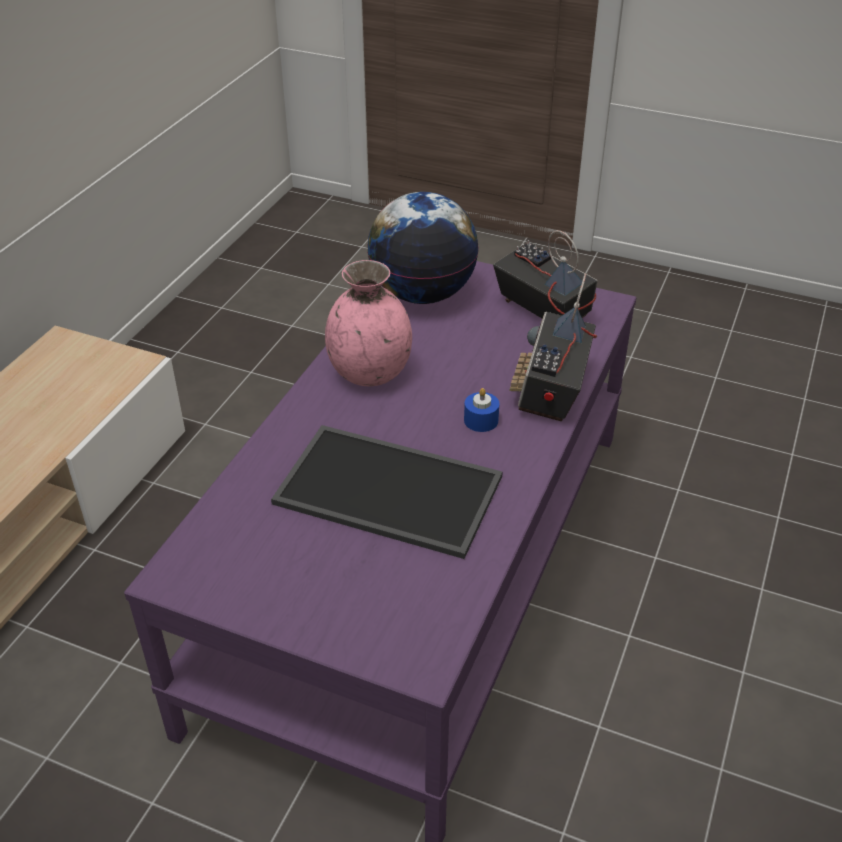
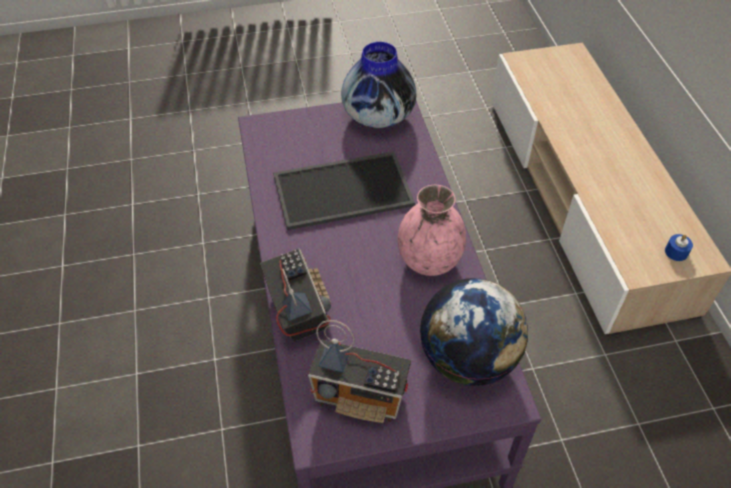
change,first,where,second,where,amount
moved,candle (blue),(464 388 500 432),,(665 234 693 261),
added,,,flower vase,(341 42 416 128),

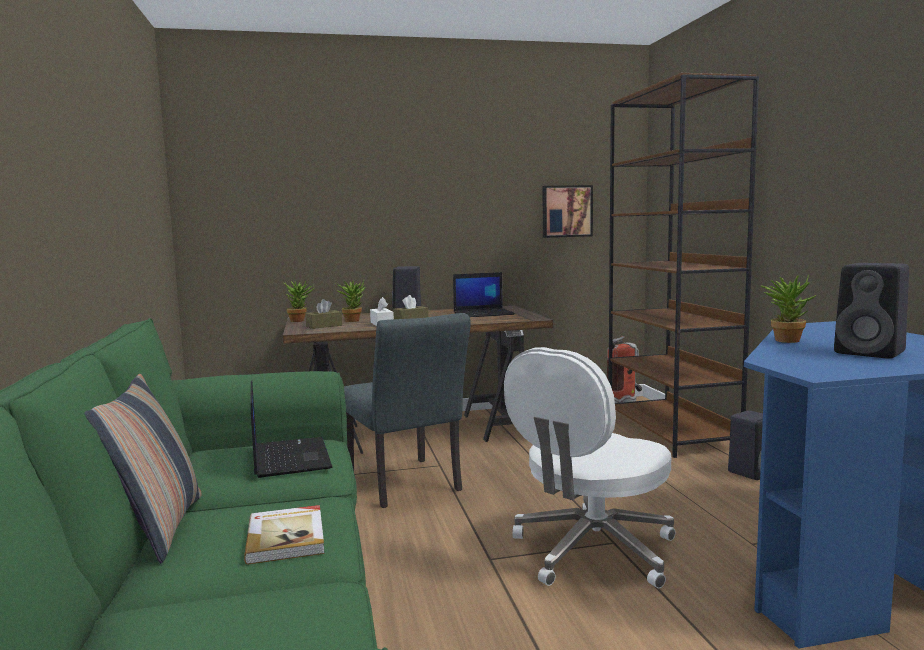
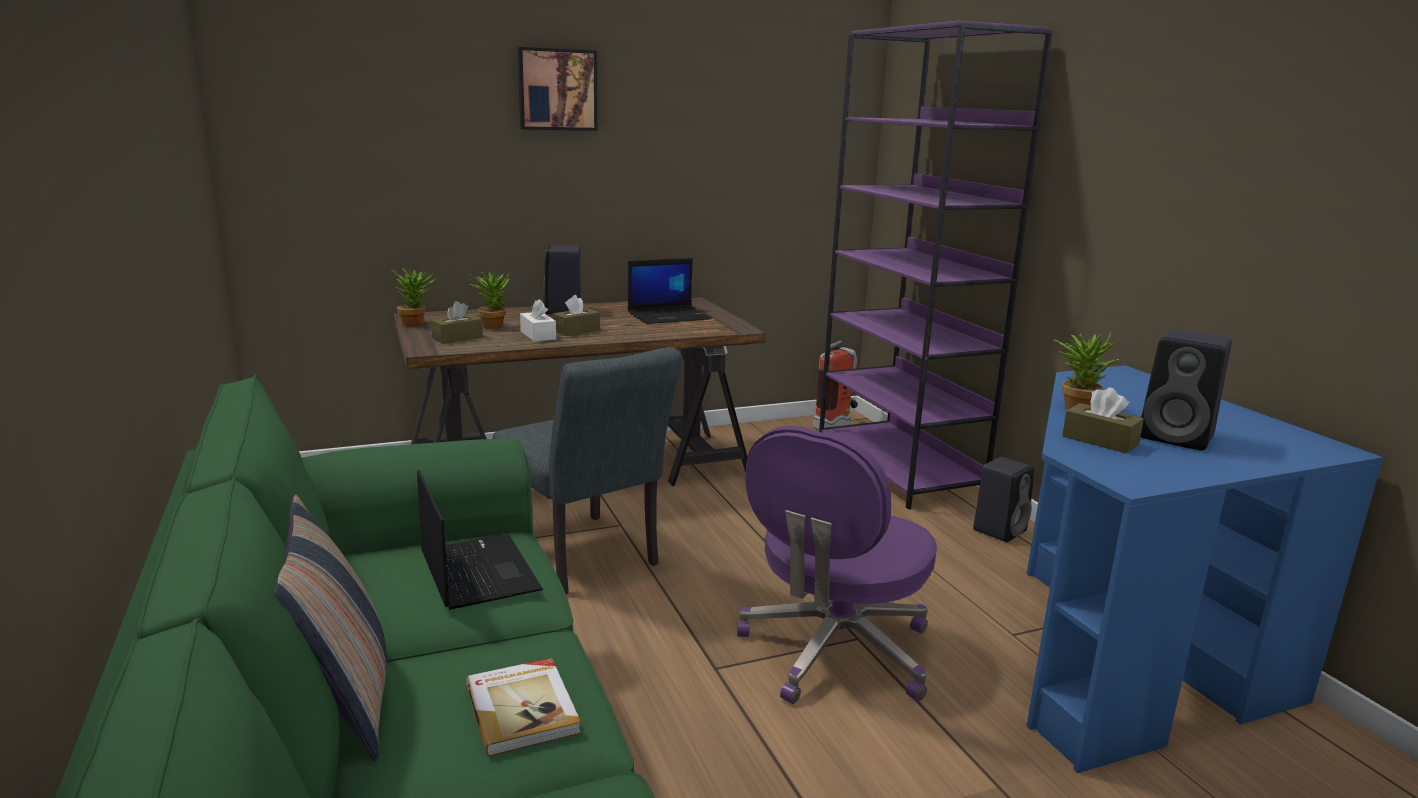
change,first,where,second,where,amount
recoloured,shelving unit (brown-coloured),(609 73 759 458),shelving unit (purple-coloured),(819 21 1053 509),
moved,picture,(542 185 593 238),,(518 47 598 131),
recoloured,computer chair (white),(504 347 675 588),computer chair (purple-coloured),(737 426 937 704),
added,,,box of tissues (brown-coloured),(1062 388 1144 453),

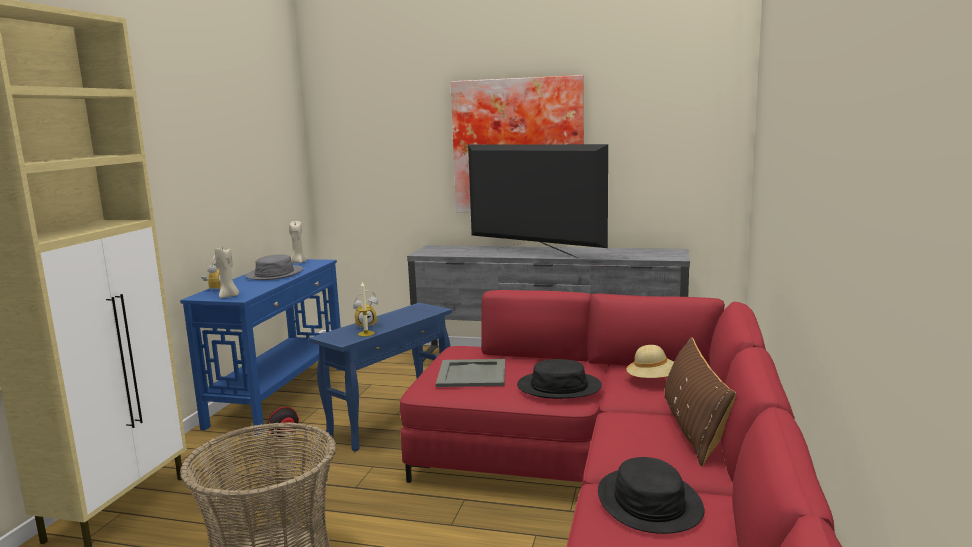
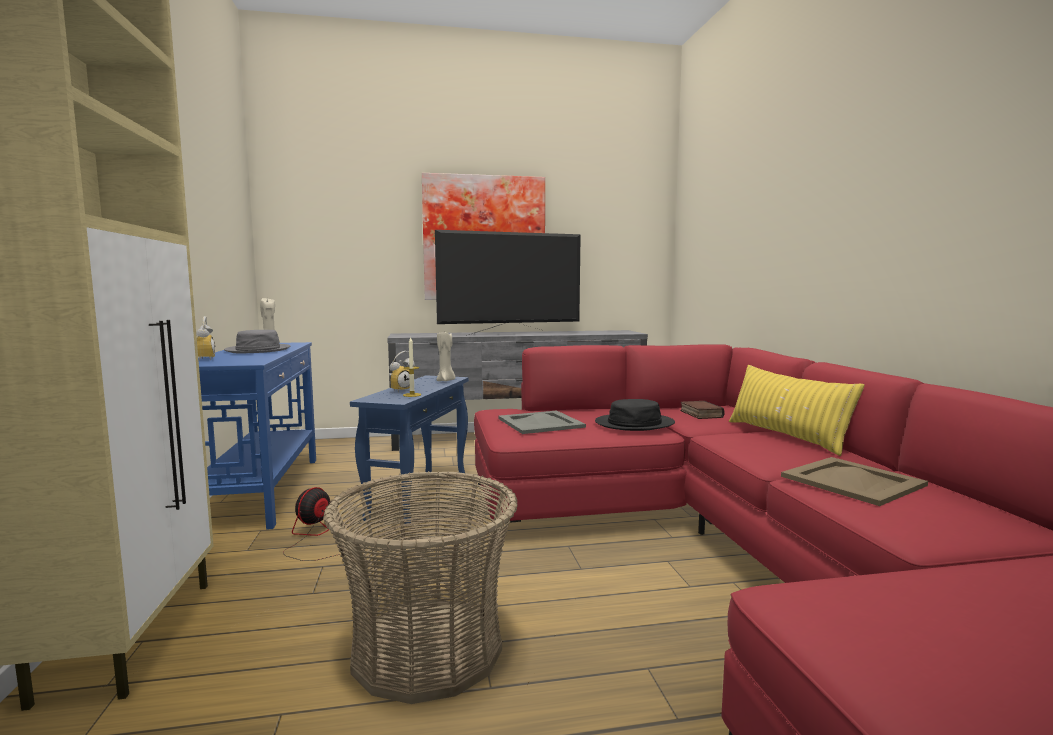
change,first,where,second,where,amount
turned,TV,(468 144 608 258),,(435 230 581 336),150 degrees clockwise
moved,candle (beige),(215 246 239 298),,(436 331 455 381),
recoloured,throw pillow (brown-coloured),(665 337 736 467),throw pillow (yellowish),(729 365 865 456),
replaced,hat (beige),(626 345 674 378),bound book,(680 401 725 419),
replaced,hat (blackish),(598 457 704 534),tray (beige),(781 457 928 506),

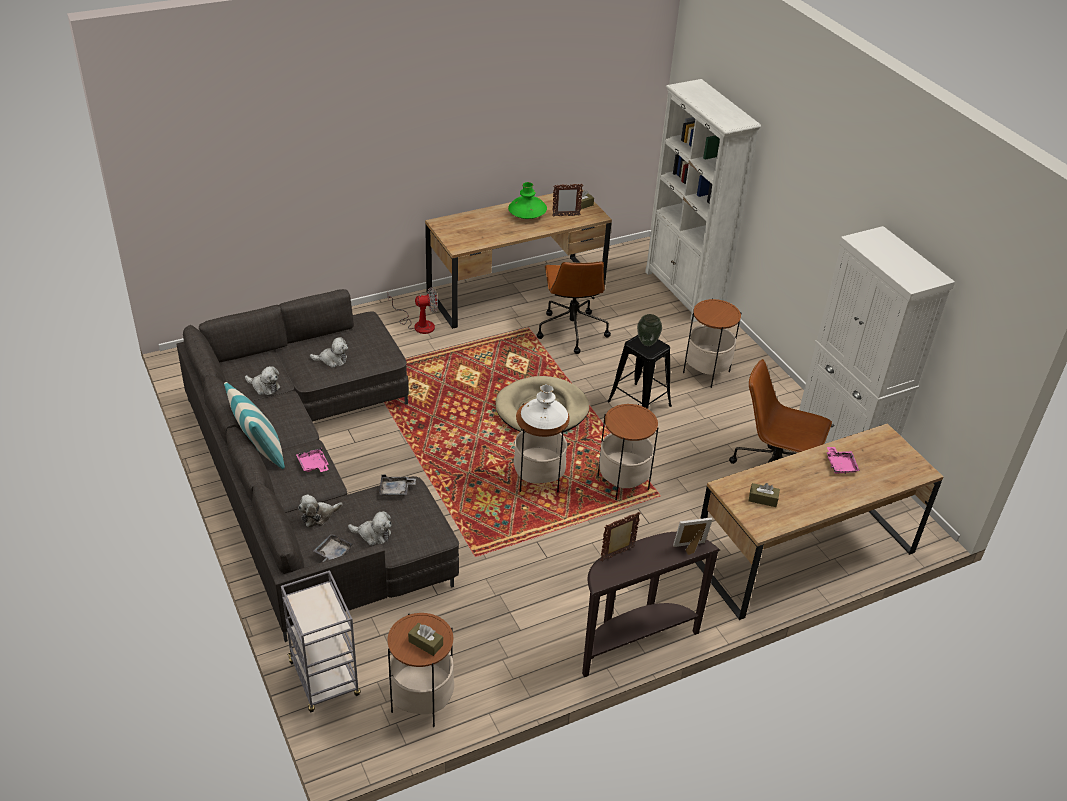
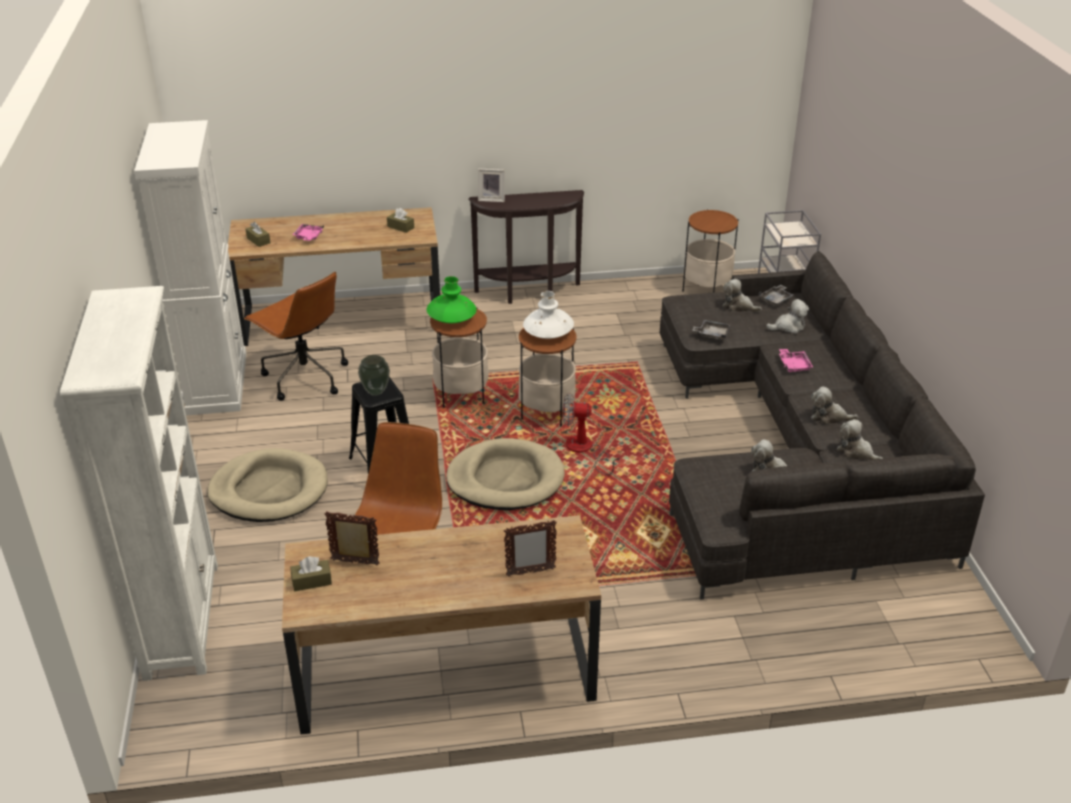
change,first,where,second,where,amount
moved,flower vase (green),(508 182 547 219),,(427 276 476 323),
moved,electric fan,(388 287 438 334),,(563 393 620 475),
replaced,side table,(683 298 742 388),pet bed (beige),(207 448 327 522),
removed,throw pillow,(224 382 285 469),,,
moved,standing frame,(600 512 641 562),,(504 520 557 577),
moved,box of tissues (brown-coloured),(408 623 443 656),,(246 222 270 247),
added,,,soft toy,(811 387 858 424),

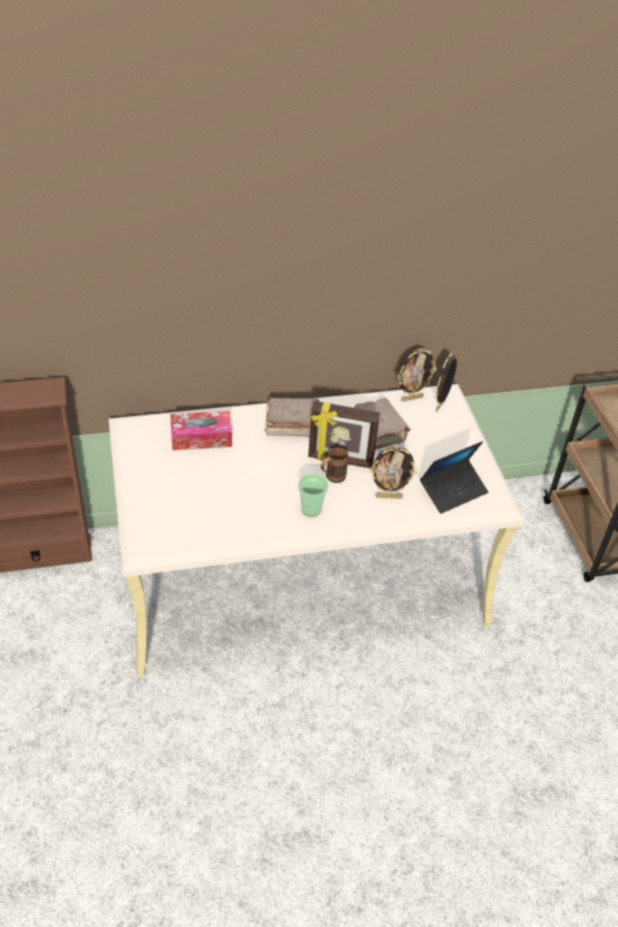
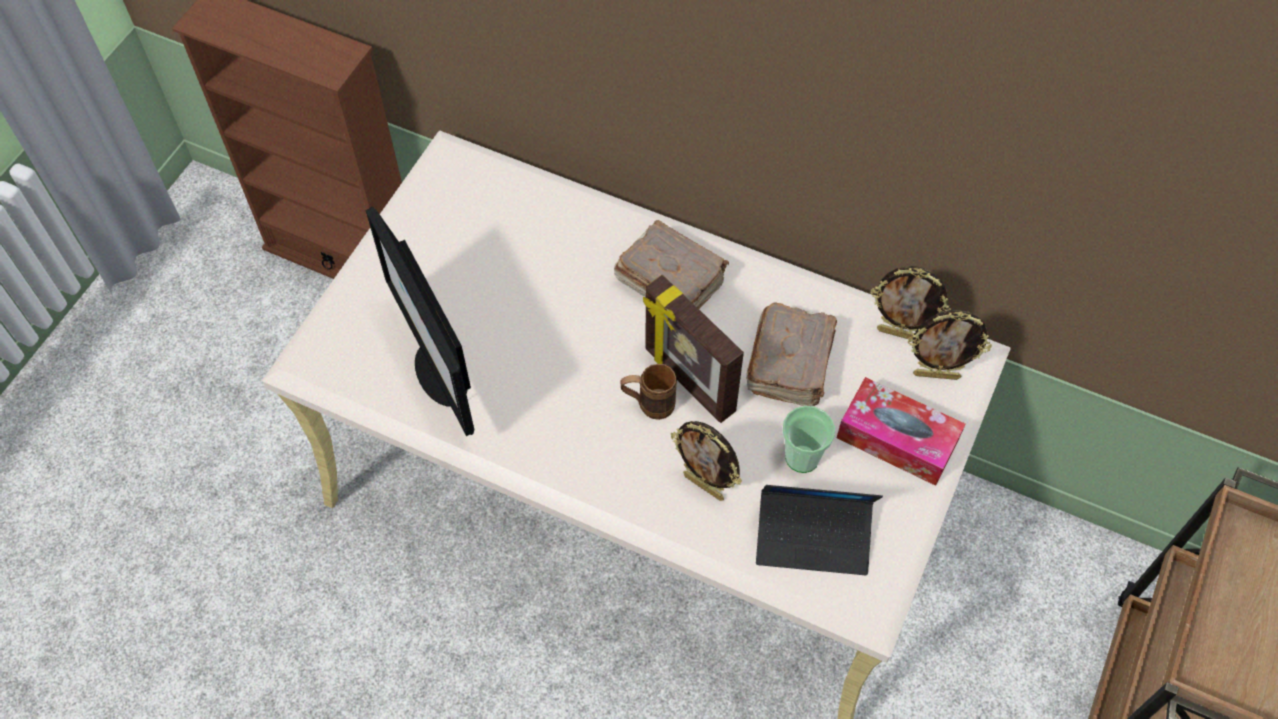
change,first,where,second,where,amount
turned,standing frame,(435 353 457 412),,(908 310 992 380),150 degrees counterclockwise
moved,box of tissues,(170 411 232 450),,(837 377 966 486),
moved,cup,(298 474 328 517),,(782 406 835 473),
added,,,computer screen,(366 207 474 436),

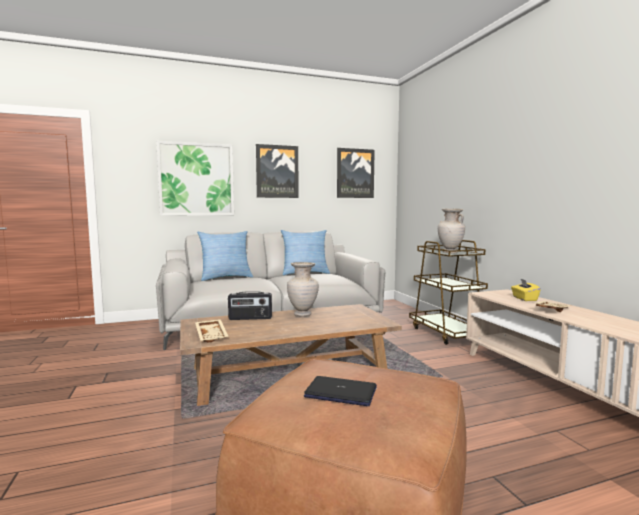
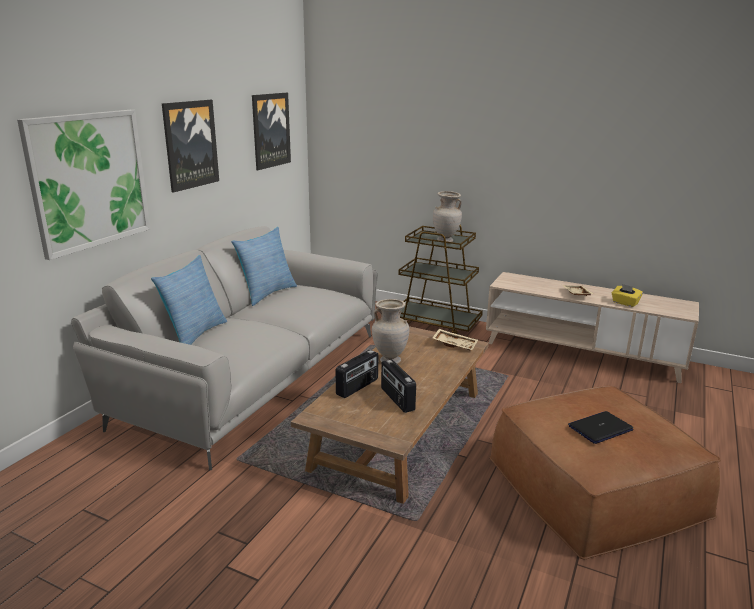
change,first,where,second,where,amount
moved,box of tissues (yellowish),(511 279 541 301),,(612 284 643 307),
moved,tray (beige),(195 319 228 343),,(432 329 478 350),
added,,,radio set,(381 359 416 413),

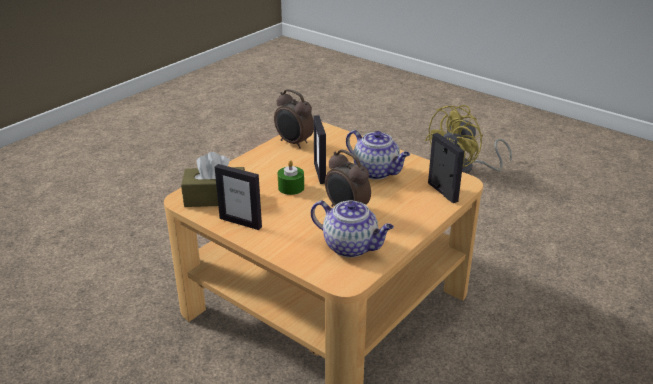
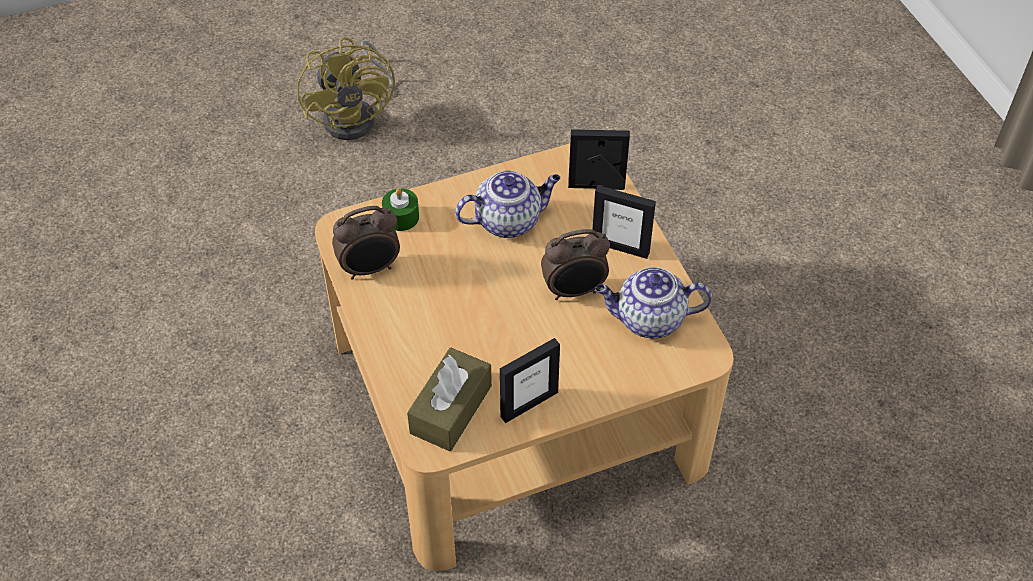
change,first,where,second,where,amount
moved,standing frame,(314 115 326 184),,(592 185 656 259),
moved,candle (green),(278 160 304 195),,(382 188 419 231),
turned,teapot,(311 200 394 258),,(595 267 712 338),150 degrees counterclockwise

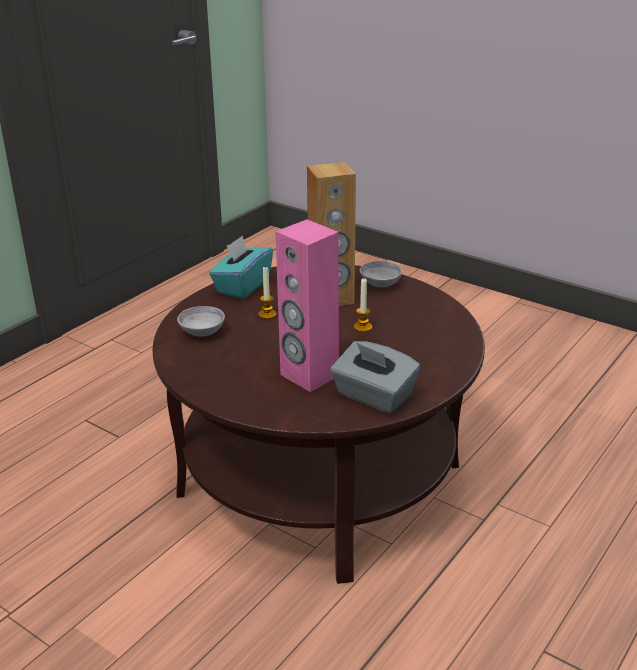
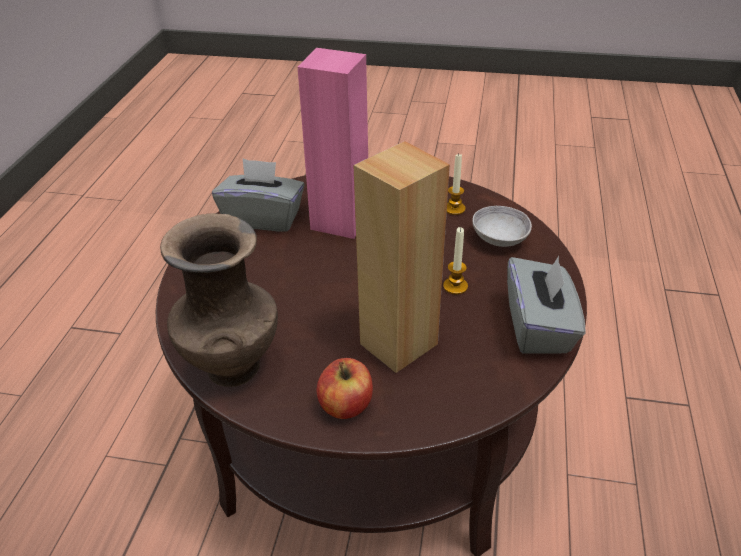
change,first,where,second,where,amount
recoloured,box of tissues (turquoise),(209 236 273 299),box of tissues (grey),(507 256 586 354),
replaced,serving bowl (grey),(359 261 403 287),apple,(316 358 373 419),
moved,candle,(354 278 372 332),,(447 154 466 215),
added,,,flower vase (brown-coloured),(160 213 278 387),

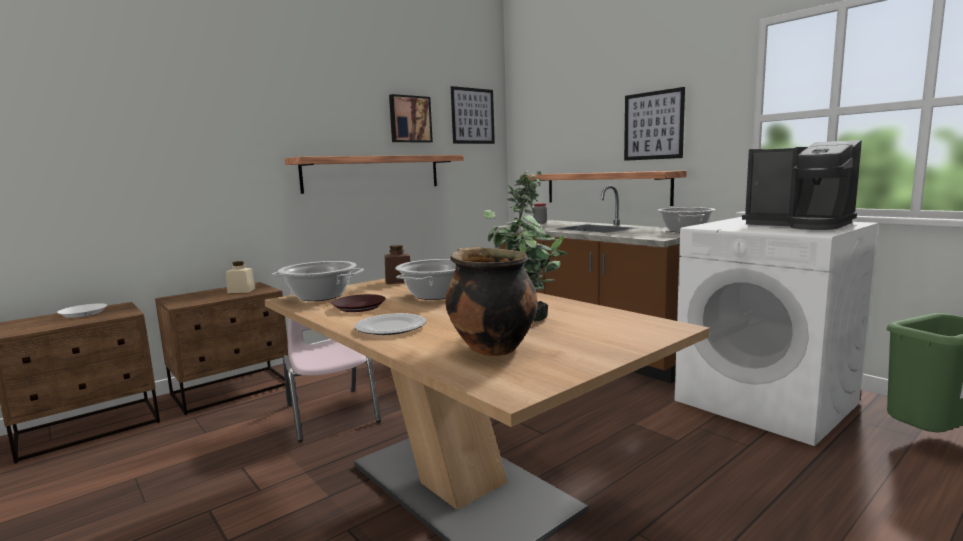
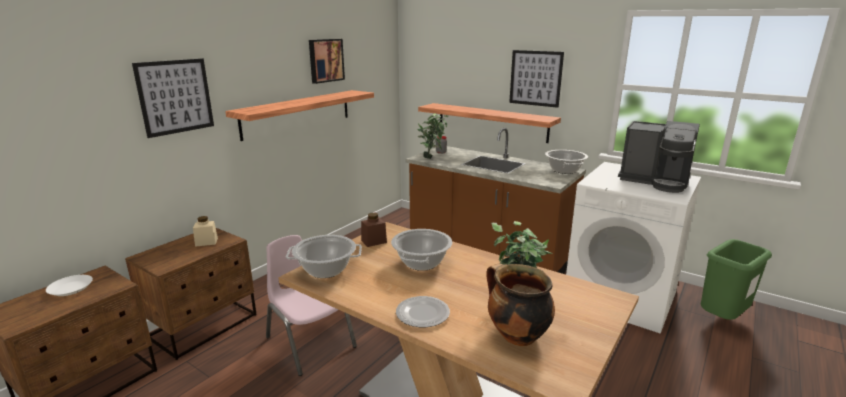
change,first,where,second,where,amount
moved,picture,(451 86 495 144),,(132 58 214 138),
removed,flat dish (brown-coloured),(332 294 386 312),,,

